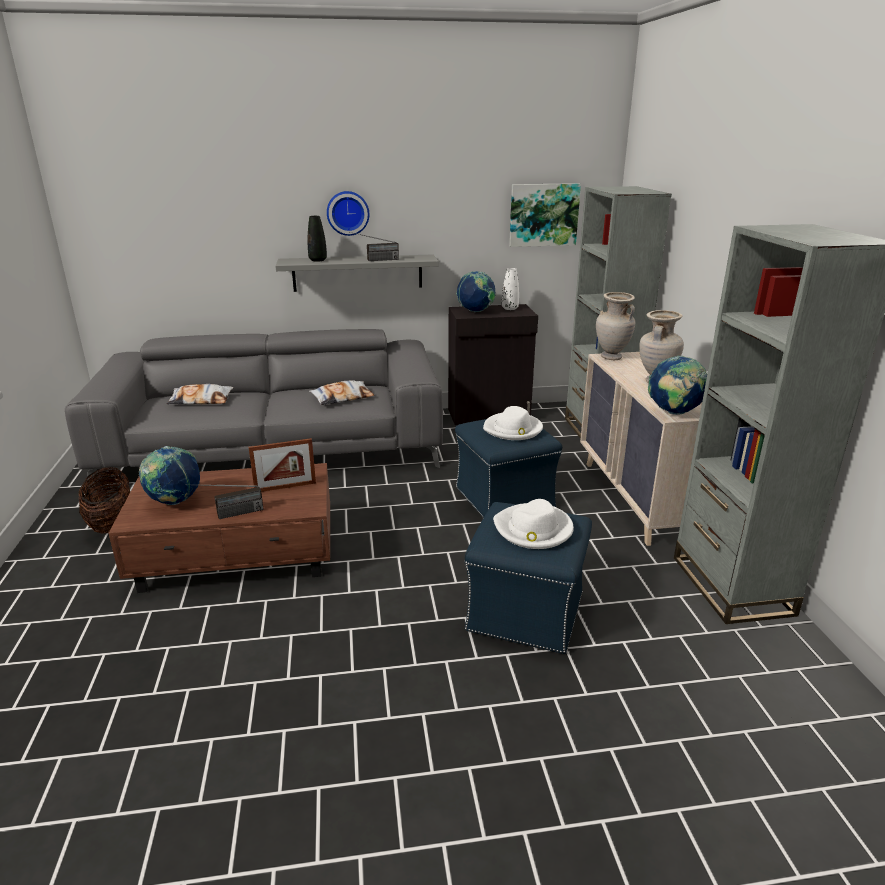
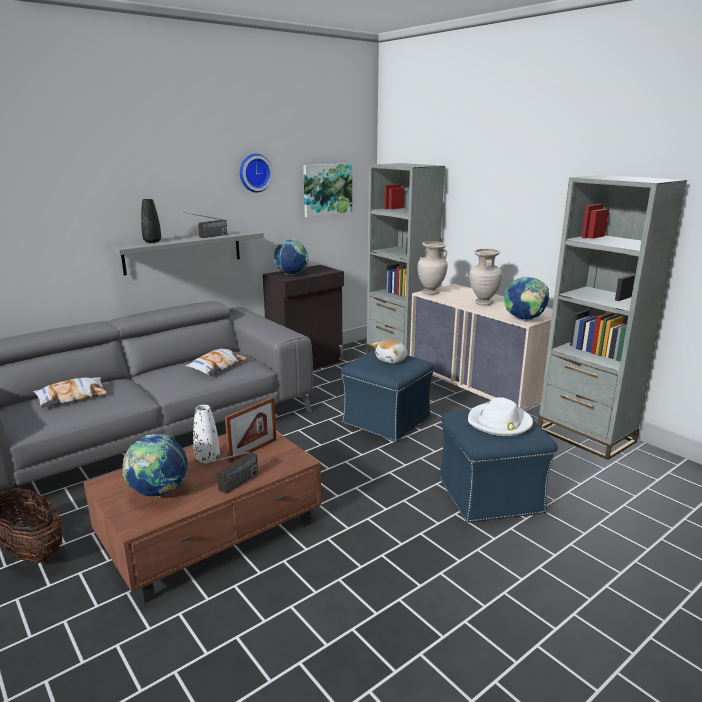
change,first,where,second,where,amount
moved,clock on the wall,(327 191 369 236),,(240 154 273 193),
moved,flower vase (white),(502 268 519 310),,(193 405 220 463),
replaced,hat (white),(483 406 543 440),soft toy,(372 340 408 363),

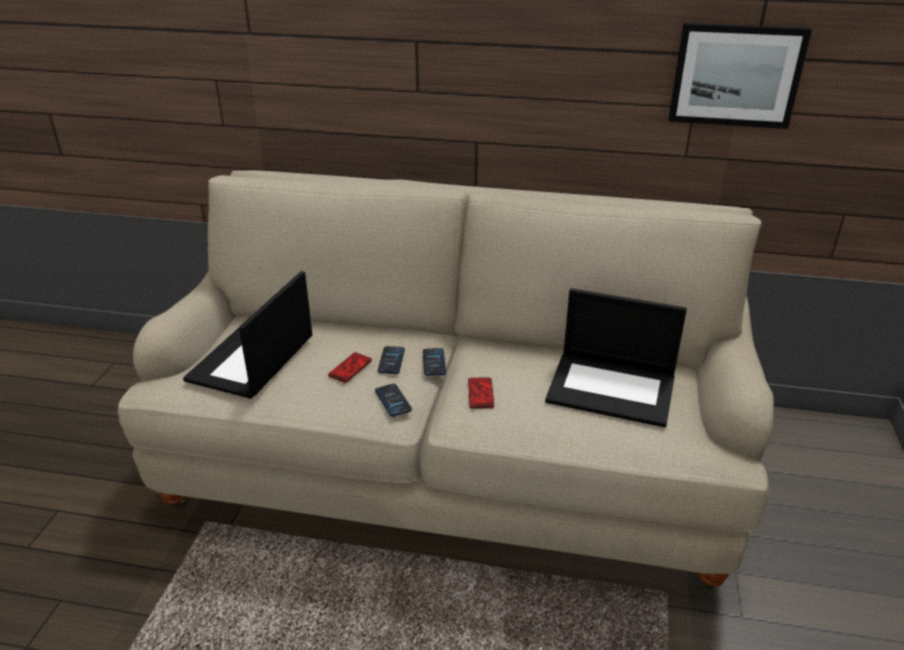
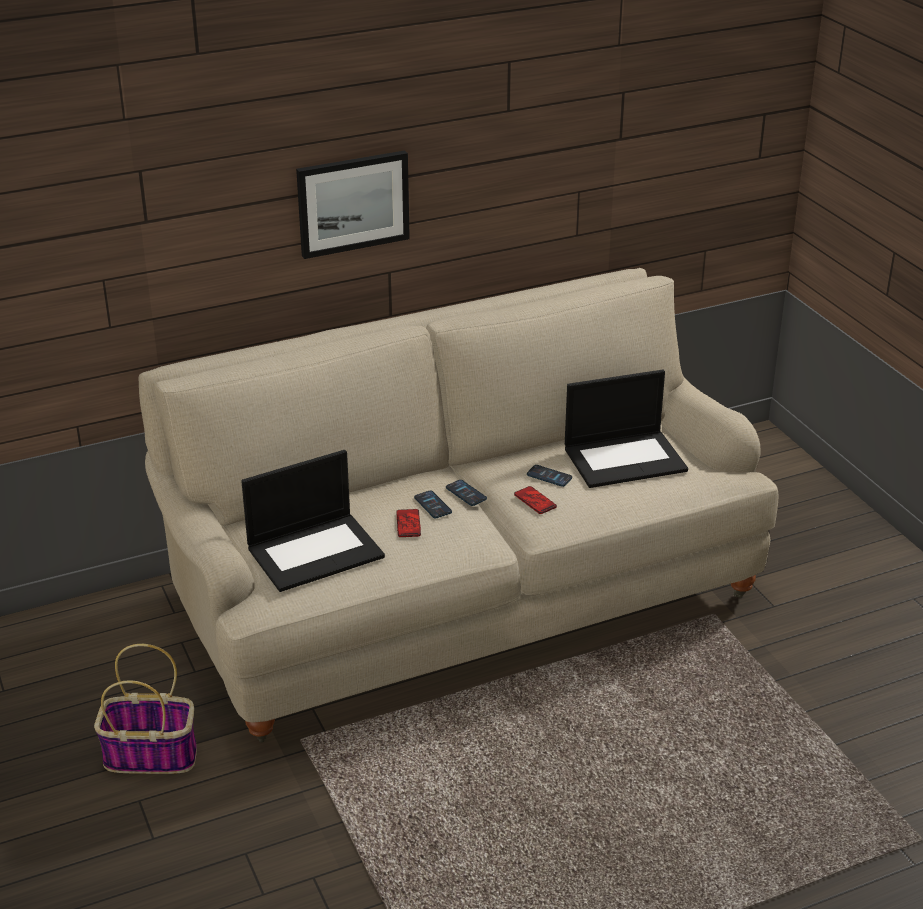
change,first,where,second,where,amount
moved,picture,(669 23 812 129),,(296 151 410 259),
turned,portable computer,(183 271 312 399),,(241 450 385 592),105 degrees counterclockwise
moved,handset,(375 384 412 417),,(527 465 572 487),
added,,,household basket,(94 644 197 774),

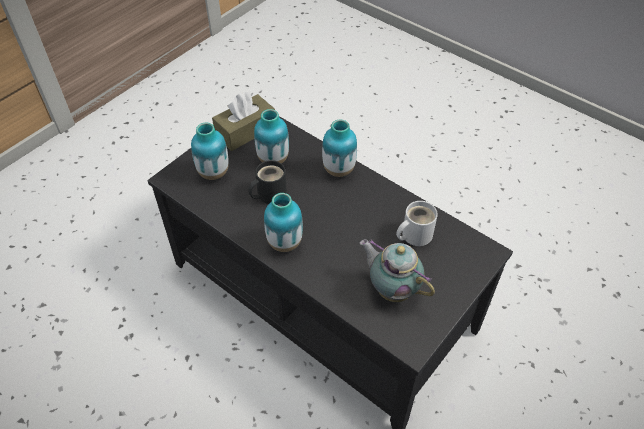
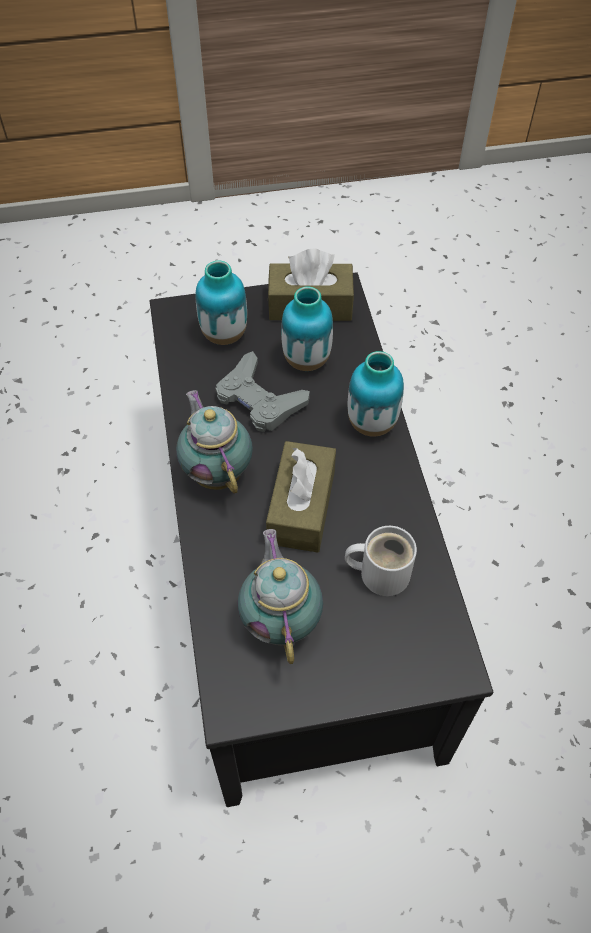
change,first,where,second,where,amount
replaced,tea mug (blackish),(248 160 287 204),game controller (grey),(216 351 310 432),
replaced,flower vase,(264 193 303 252),teapot,(176 390 253 494),
added,,,box of tissues (brown-coloured),(266 441 336 552),

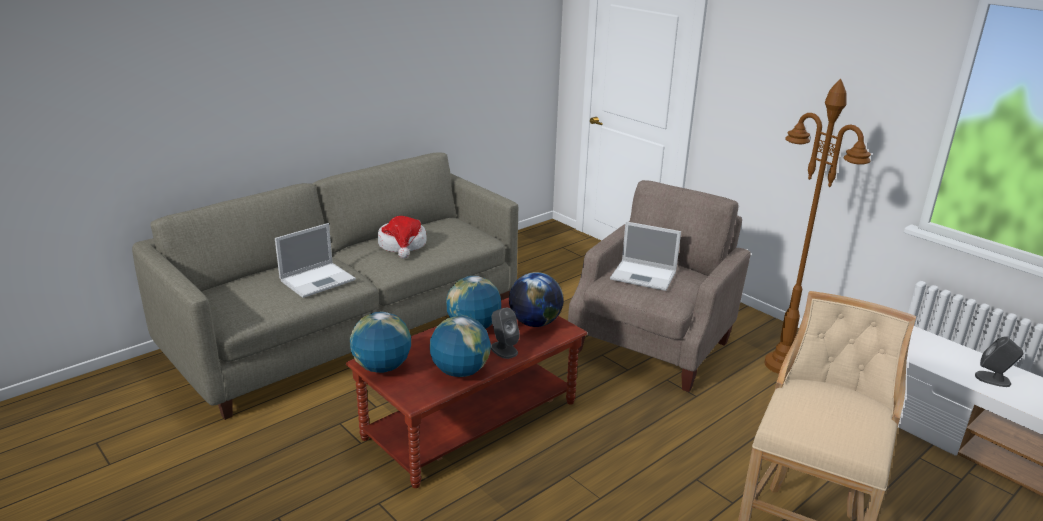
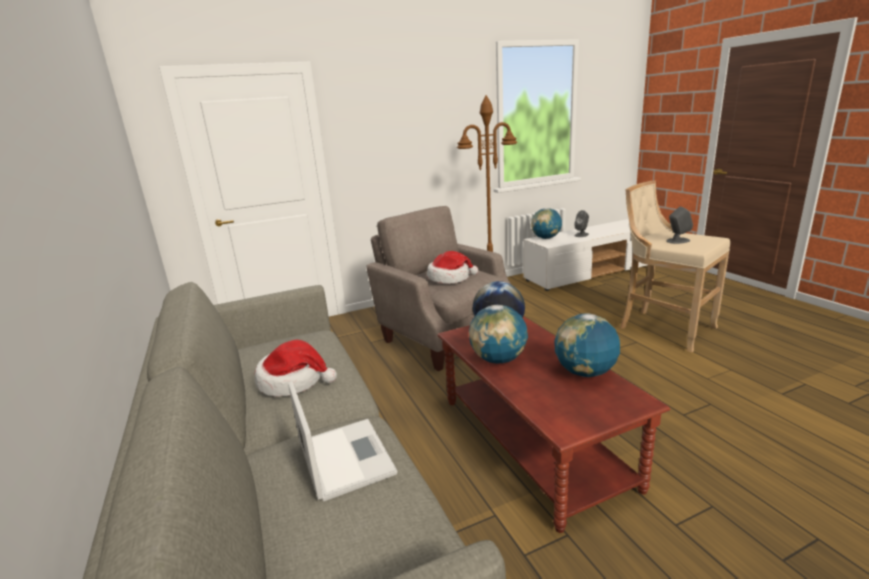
change,first,where,second,where,amount
replaced,portable computer,(610 221 681 291),hat,(427 251 478 284),
moved,audio speaker (grey),(491 307 520 359),,(666 207 693 244),
moved,globe,(350 312 411 373),,(531 208 562 239),

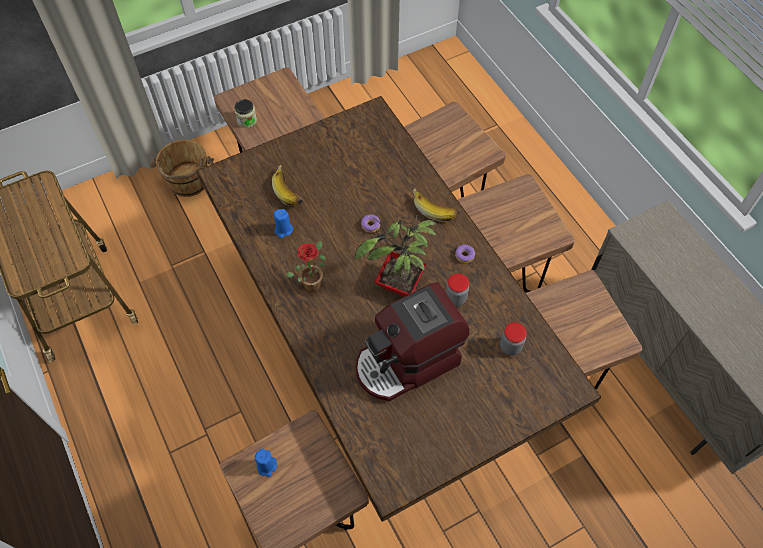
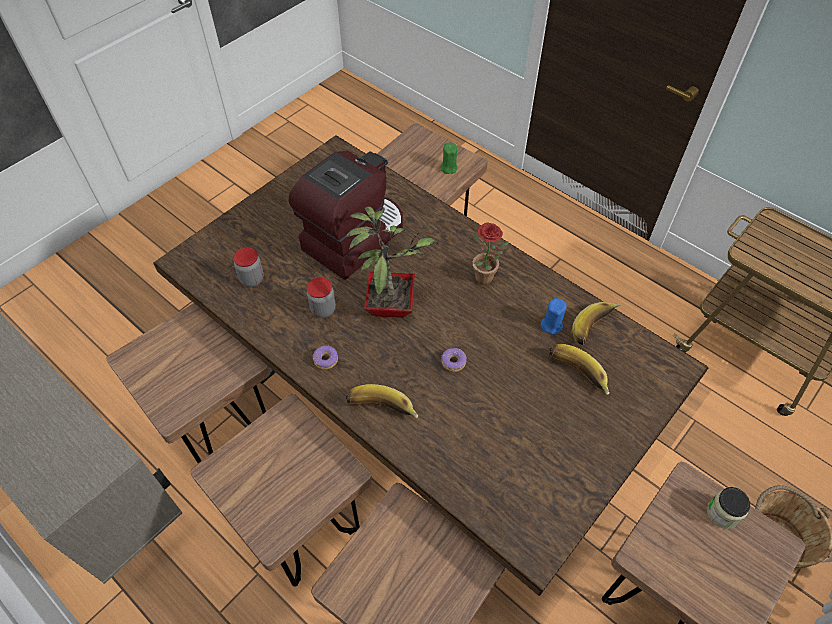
change,first,where,second,where,amount
recoloured,candle (blue),(255 449 277 477),candle (green),(440 142 458 174),
added,,,whole banana,(572 302 621 345),

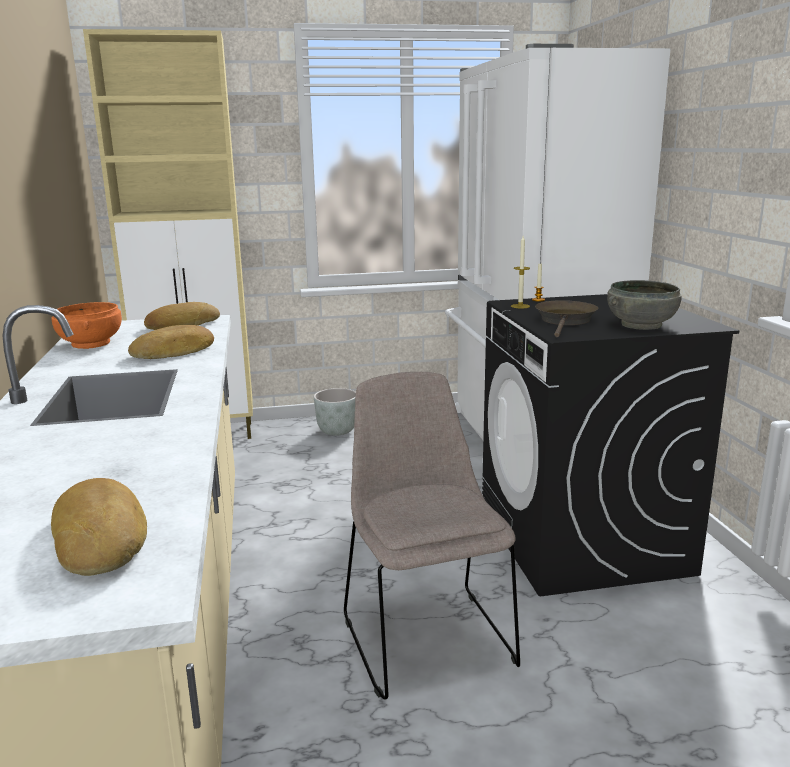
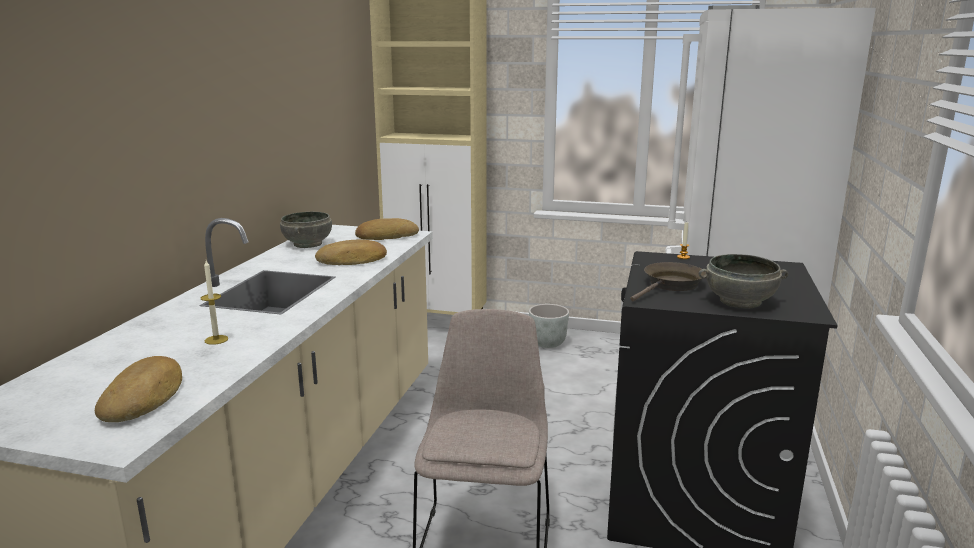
change,first,where,second,where,amount
moved,candle,(511 236 530 309),,(201 260 228 345),
recoloured,serving bowl (orange-coloured),(51 302 122 349),serving bowl (grey),(280 212 332 248),

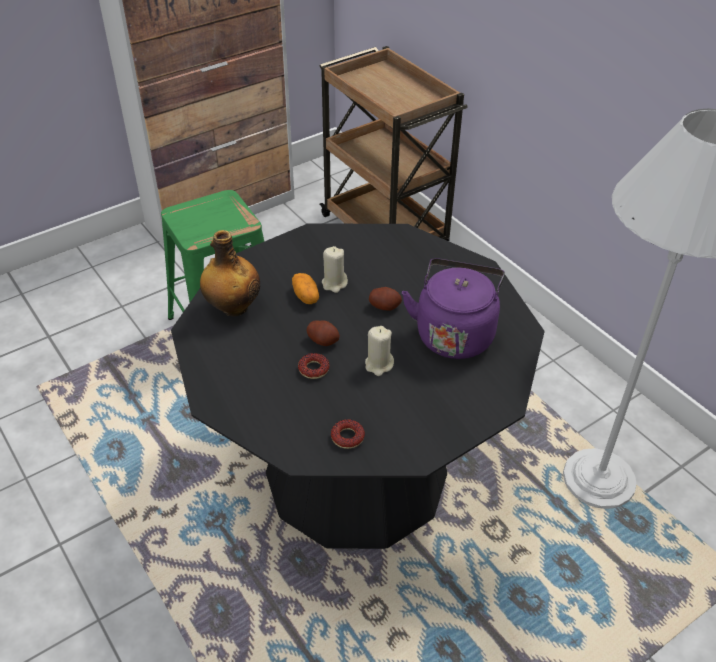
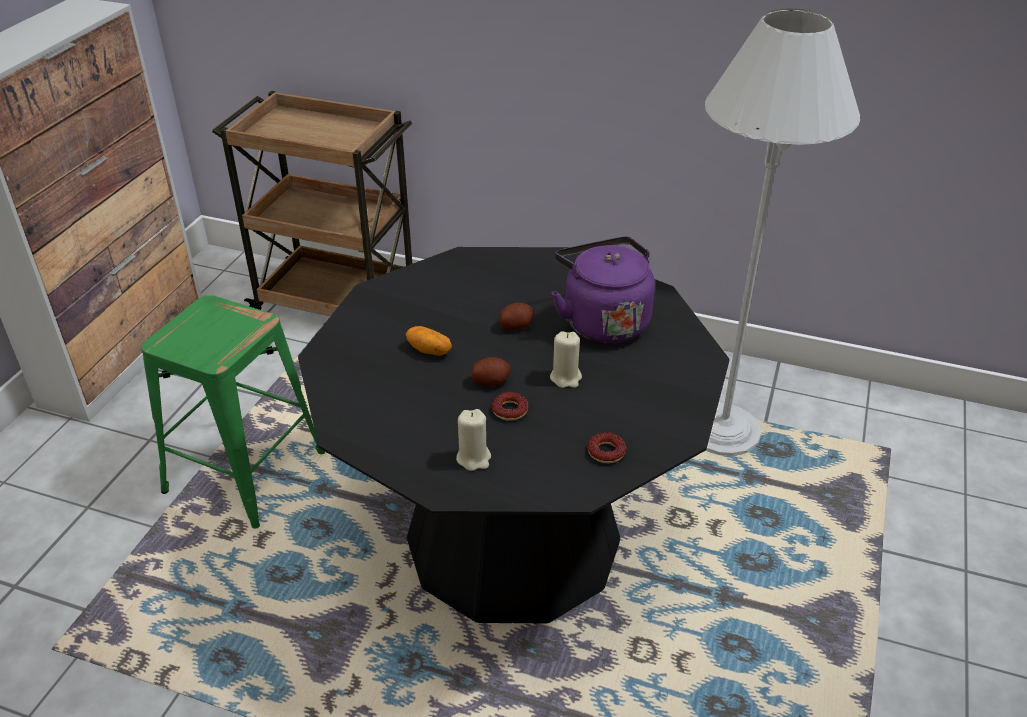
change,first,where,second,where,amount
removed,drink bottle,(200 230 260 316),,,
moved,candle (beige),(322 246 348 293),,(456 409 491 471),

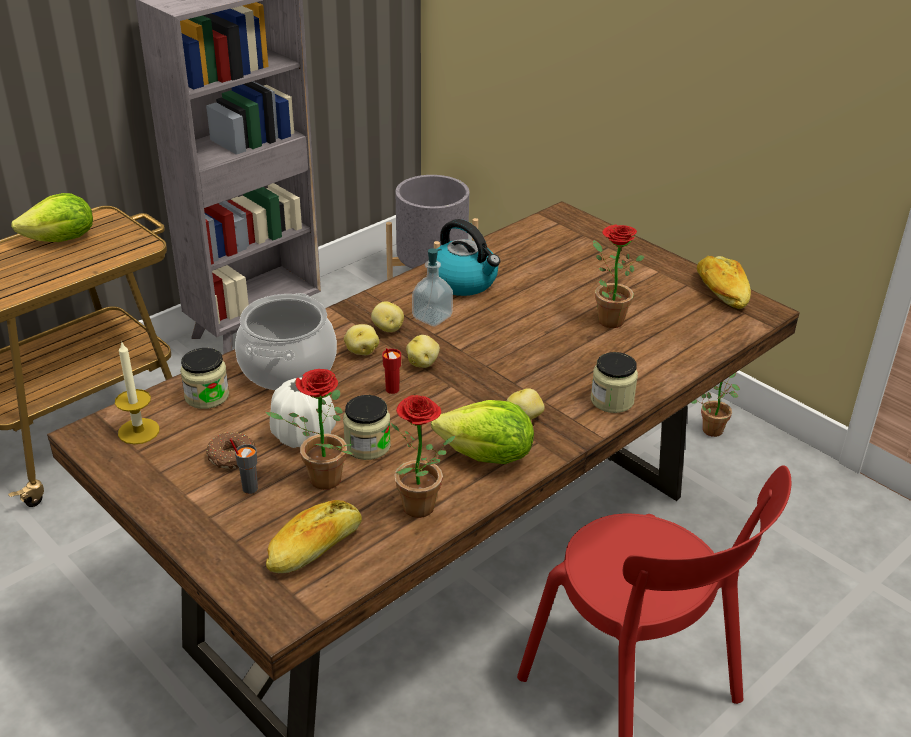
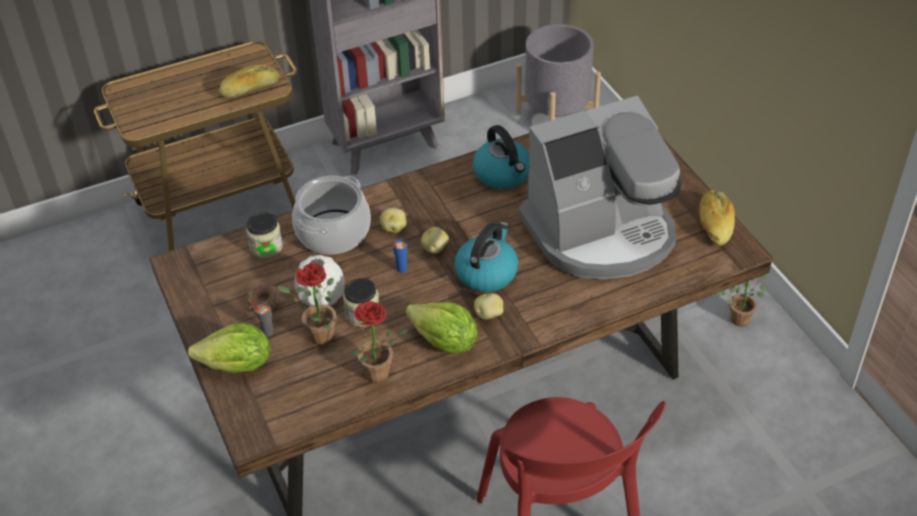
change,first,where,second,where,amount
moved,lettuce,(11 193 93 242),,(188 323 270 373),
replaced,houseplant,(593 224 645 328),coffee maker,(519 96 682 279),
removed,liquid soap bottle,(412 248 453 327),,,
removed,potato,(371 301 404 332),,,
removed,candle,(115 341 159 444),,,
recoloured,cup (reddish),(382 348 401 394),cup (blue),(393 239 408 272),
removed,storage jar,(591 352 638 413),,,
moved,bakery bread,(266 500 362 573),,(219 64 280 98),
added,,,tea kettle,(454 222 519 292),

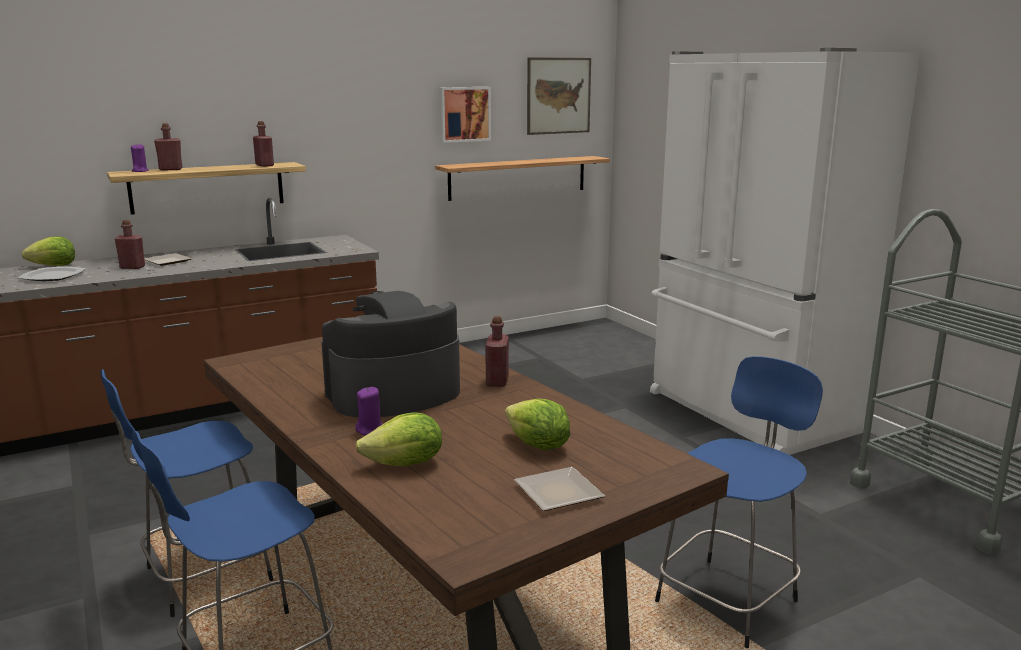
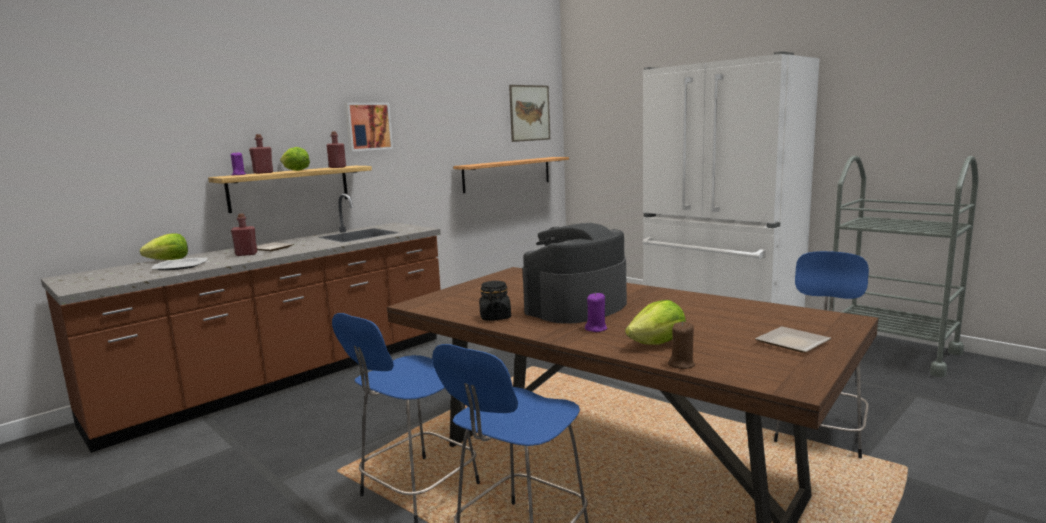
change,first,where,second,where,amount
moved,picture,(439 87 491 143),,(344 103 393 151),
removed,drink bottle (reddish),(485 316 509 387),,,
moved,lettuce,(505 399 570 450),,(280 147 310 171),
added,,,storage jar (blackish),(479 281 511 320),
added,,,candle (brown-coloured),(668 321 696 369),

